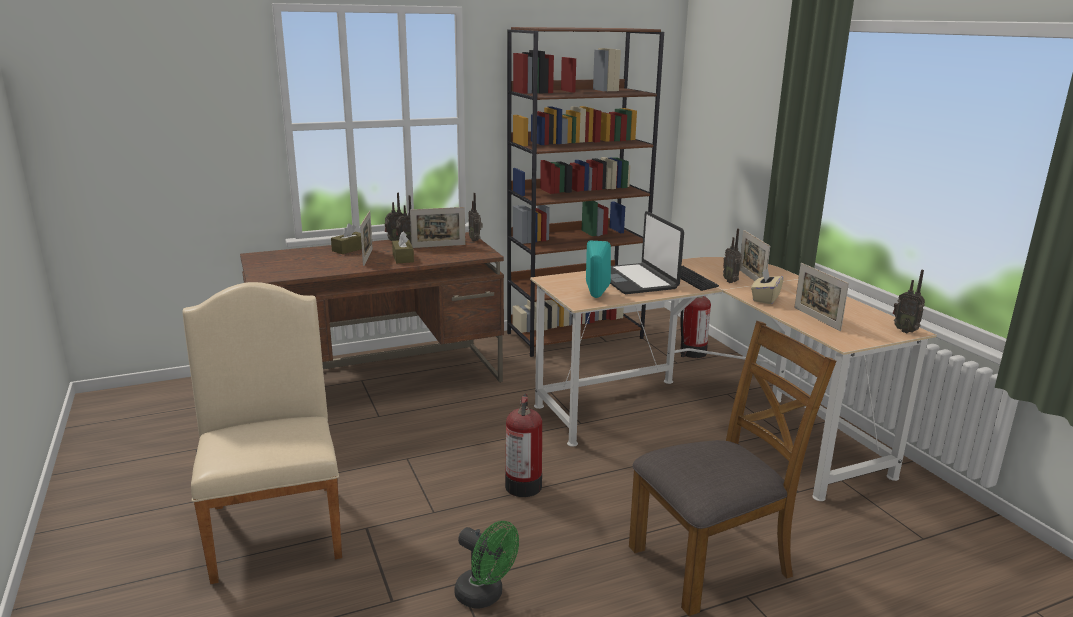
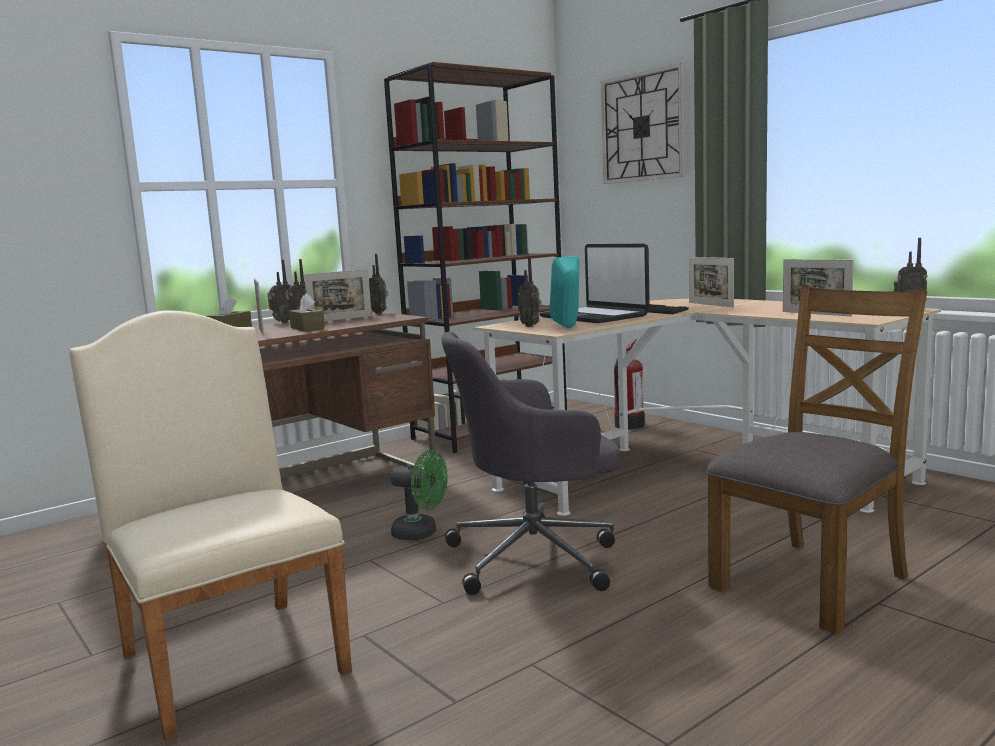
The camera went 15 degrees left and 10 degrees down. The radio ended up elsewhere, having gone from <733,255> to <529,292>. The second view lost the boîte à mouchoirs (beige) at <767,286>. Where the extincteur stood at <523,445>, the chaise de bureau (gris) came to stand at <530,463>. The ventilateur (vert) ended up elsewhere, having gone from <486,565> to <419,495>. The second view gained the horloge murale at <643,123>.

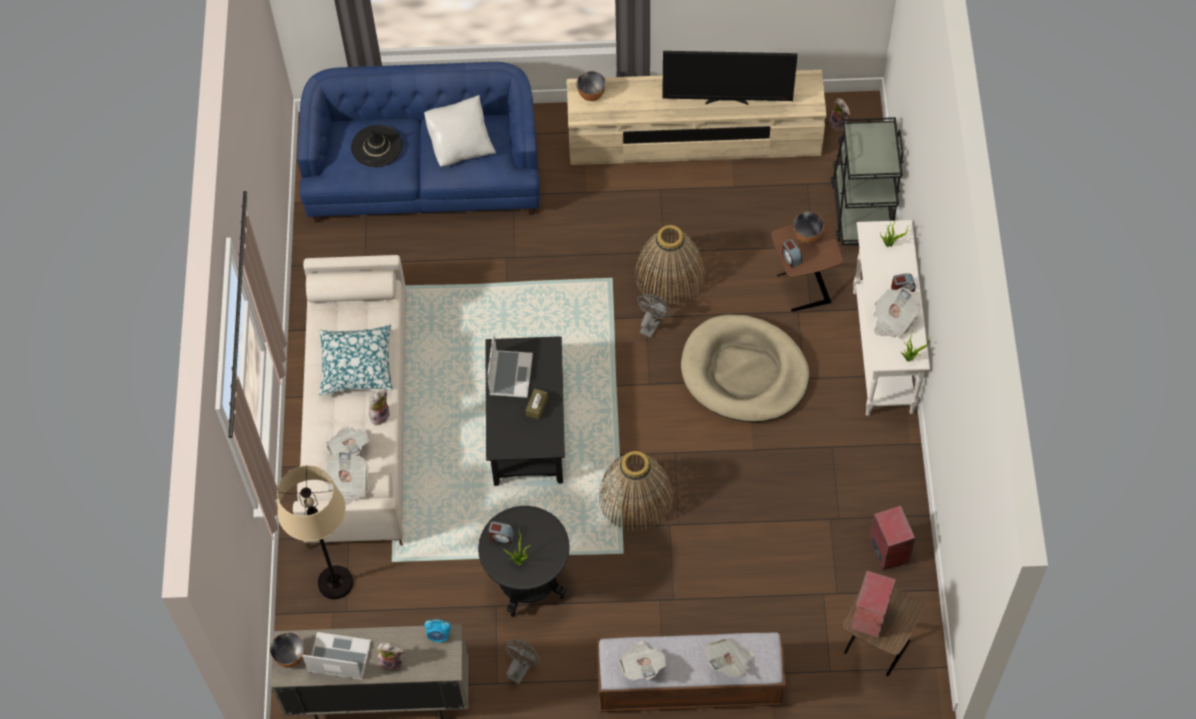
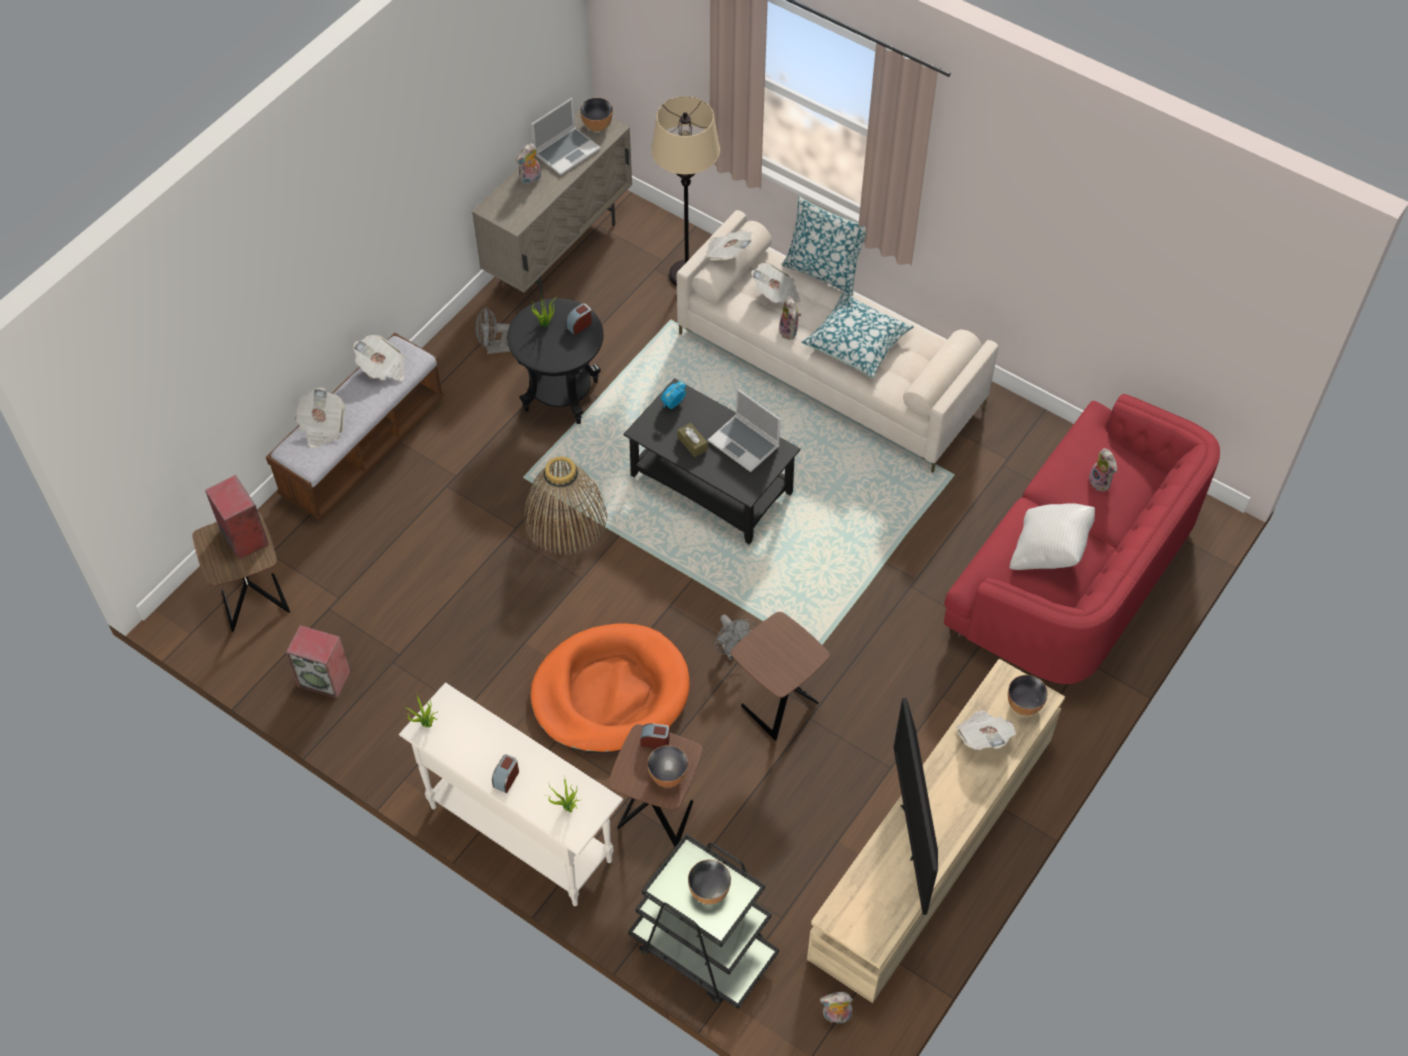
The camera went 125 degrees right and 5 degrees down. The téléviseur at <729,78> ended up facing another way, 45 degrees counterclockwise from before. What was the canapé (bleu) at <418,142> turned into the canapé (rouge) at <1082,539>. Where the chapeau (noir) stood at <377,146>, the peluche came to stand at <1103,469>. Where the panier stood at <670,265>, the table d'appoint (marron) came to stand at <780,676>. The journal ended up elsewhere, having gone from <896,313> to <986,730>. What was the panier pour chien (beige) at <745,368> turned into the panier pour chien (orange) at <610,689>. The réveil ended up elsewhere, having gone from <437,631> to <673,395>. The ventilateur (gris) at <522,662> ended up facing another way, 105 degrees clockwise from before. The second view gained the coussin at <823,246>. The second view gained the bol at <709,882>.

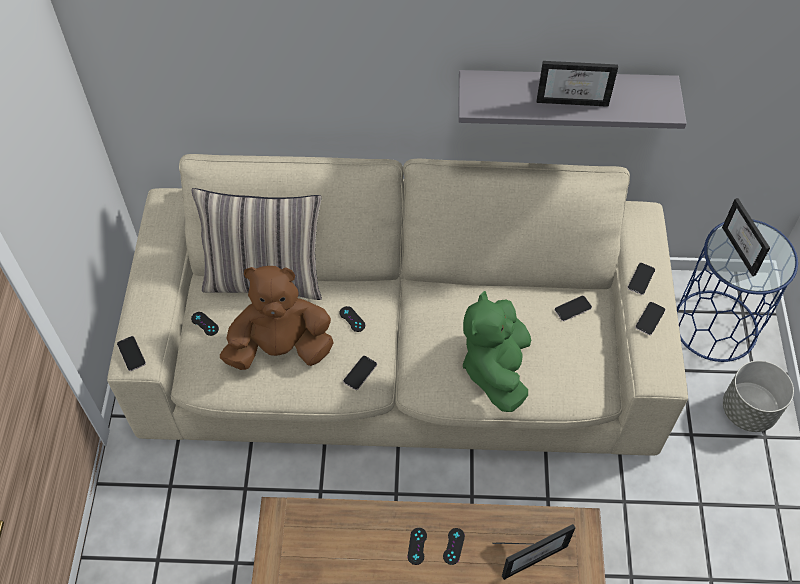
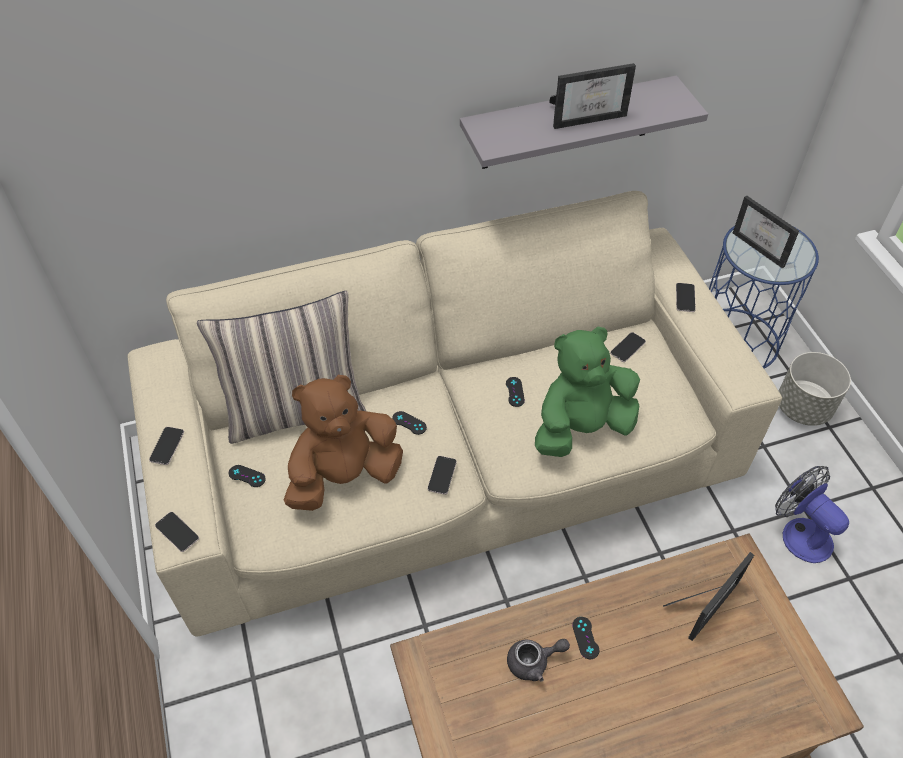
The camera went 20 degrees left and 5 degrees down. The peluche (vert) at <497,351> ended up facing another way, 75 degrees clockwise from before. The téléphone ended up elsewhere, having gone from <650,318> to <166,446>. The manette (noir) ended up elsewhere, having gone from <454,546> to <515,392>. The second view gained the ventilateur at <812,514>. The second view gained the théière (gris) at <538,660>.

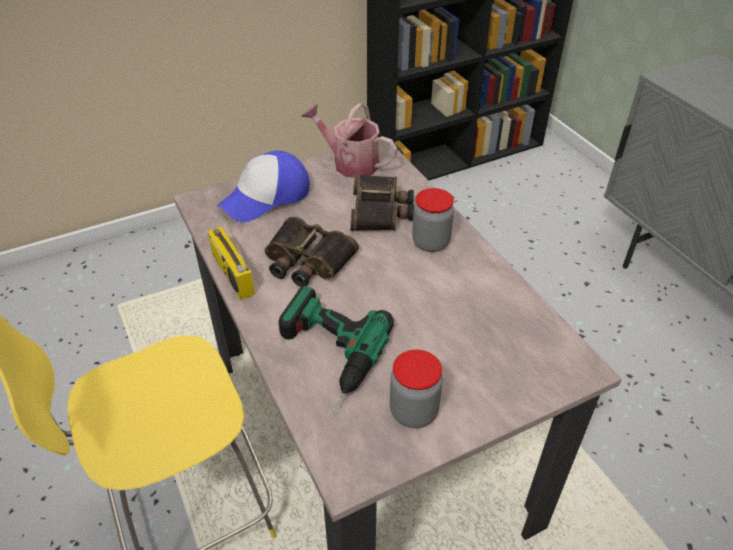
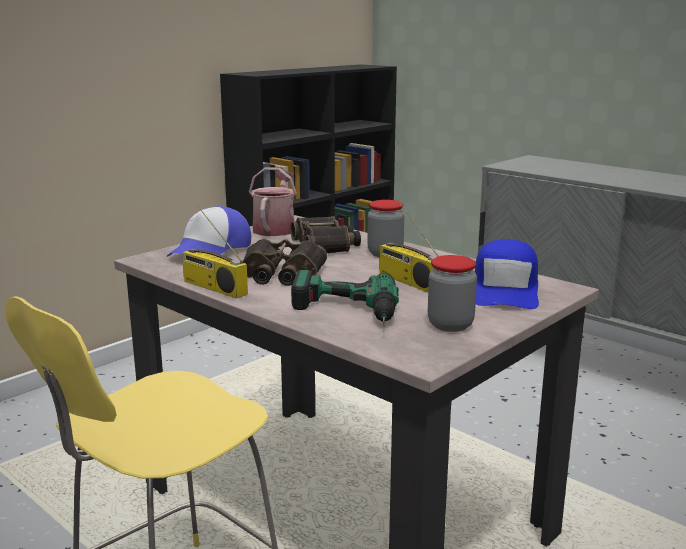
The camera went 20 degrees left and 25 degrees down. The arrosoir at <349,140> ended up facing another way, 90 degrees clockwise from before. The second view gained the radio at <408,246>. The second view gained the casquette (bleu) at <507,274>.

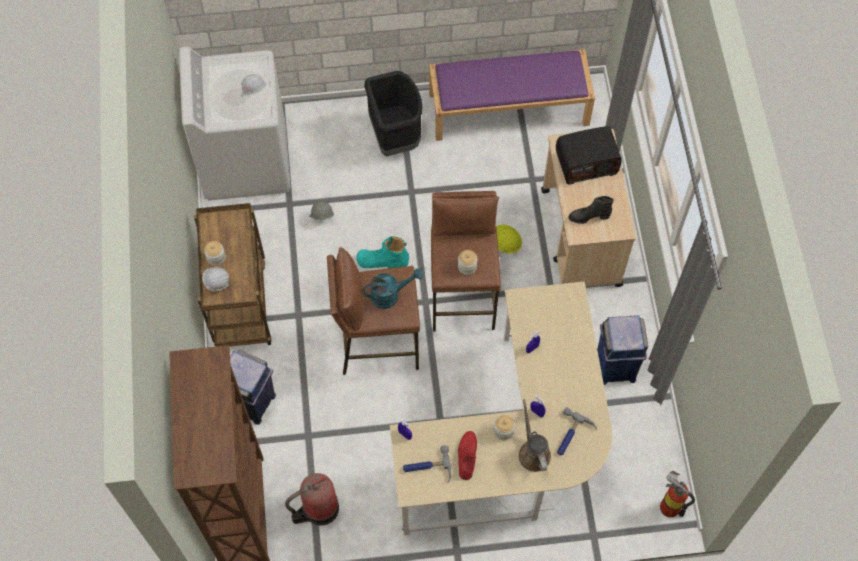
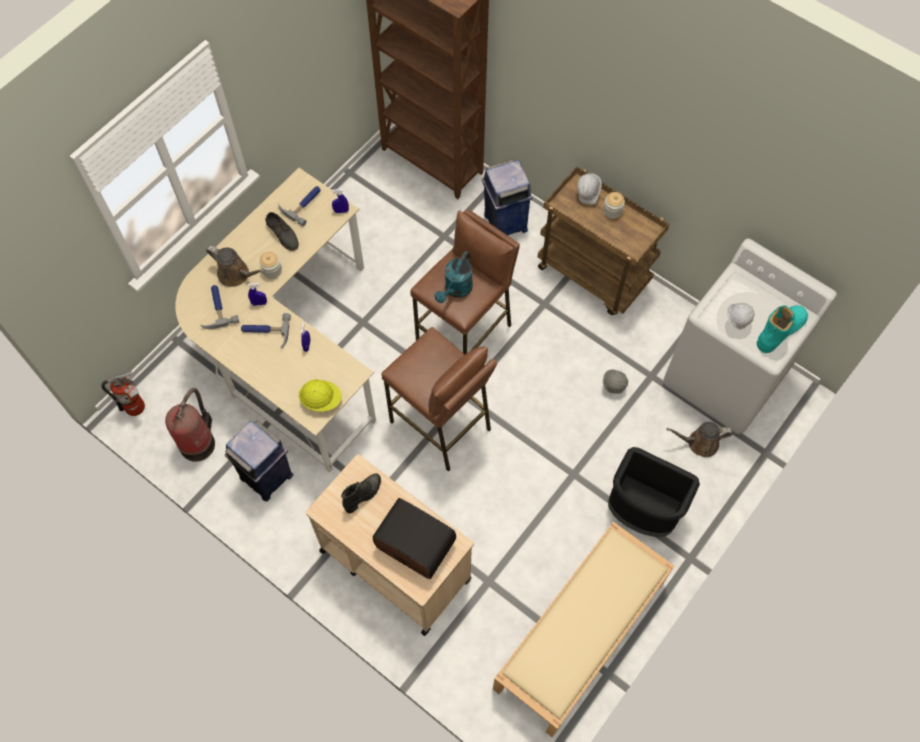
The camera went 135 degrees right and 0 degrees up. What was the banc (violet) at <512,95> turned into the banc (beige) at <583,629>. The radio at <589,155> ended up facing another way, 90 degrees clockwise from before. The casque de chantier (jaune) ended up elsewhere, having gone from <509,239> to <320,395>. The botte (turquoise) ended up elsewhere, having gone from <382,252> to <782,329>. The second view lost the bocal at <468,262>. What was the chaussure (rouge) at <467,455> turned into the chaussure (gris) at <282,231>. The extincteur ended up elsewhere, having gone from <312,499> to <190,425>. The second view gained the marteau at <266,331>. The second view gained the arrosoir (marron) at <700,439>.

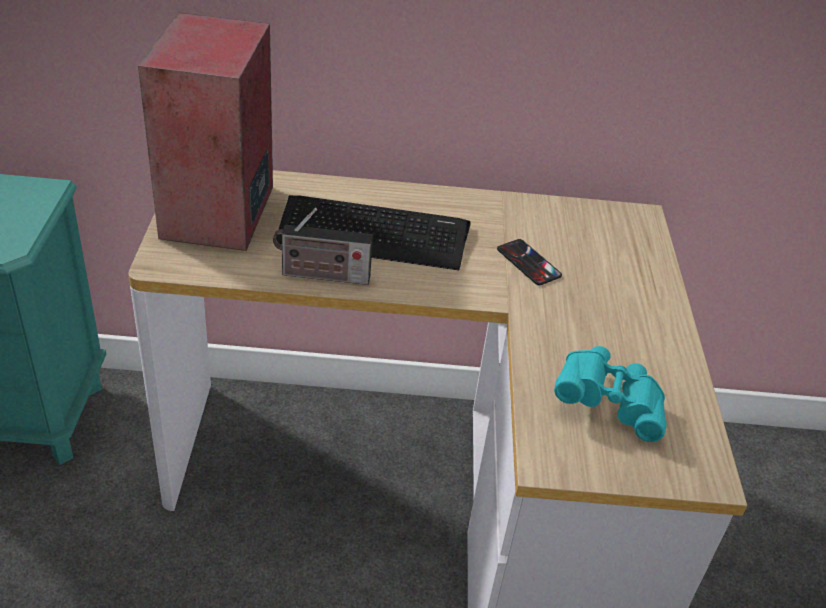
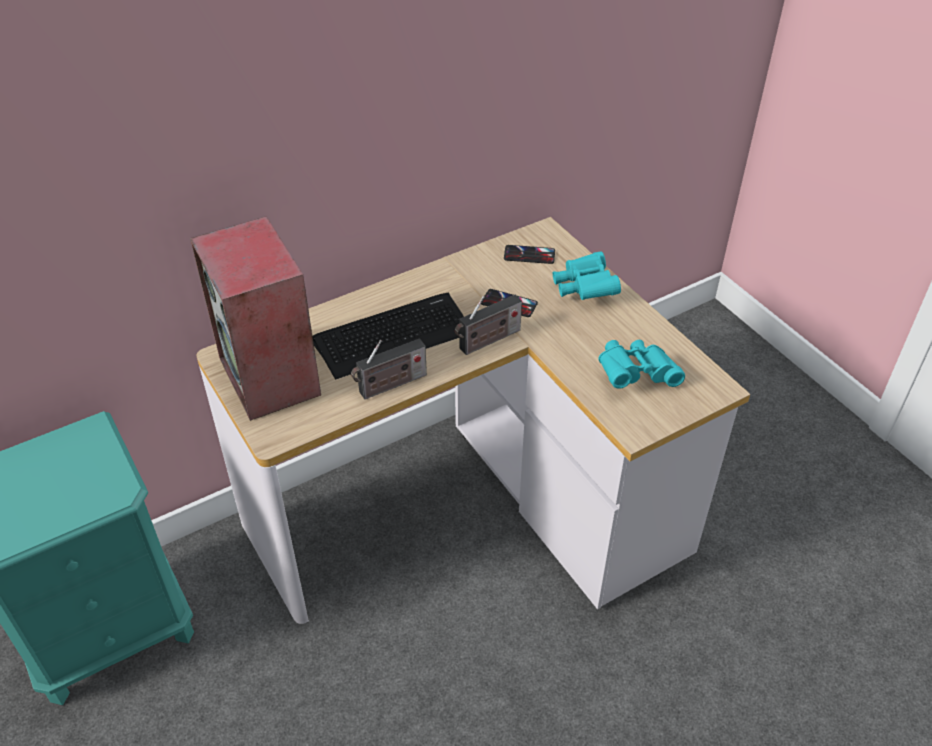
The camera went 30 degrees left and 5 degrees up. The second view gained the téléphone at <529,254>. The second view gained the jumelles (turquoise) at <587,275>. The second view gained the radio at <488,325>.

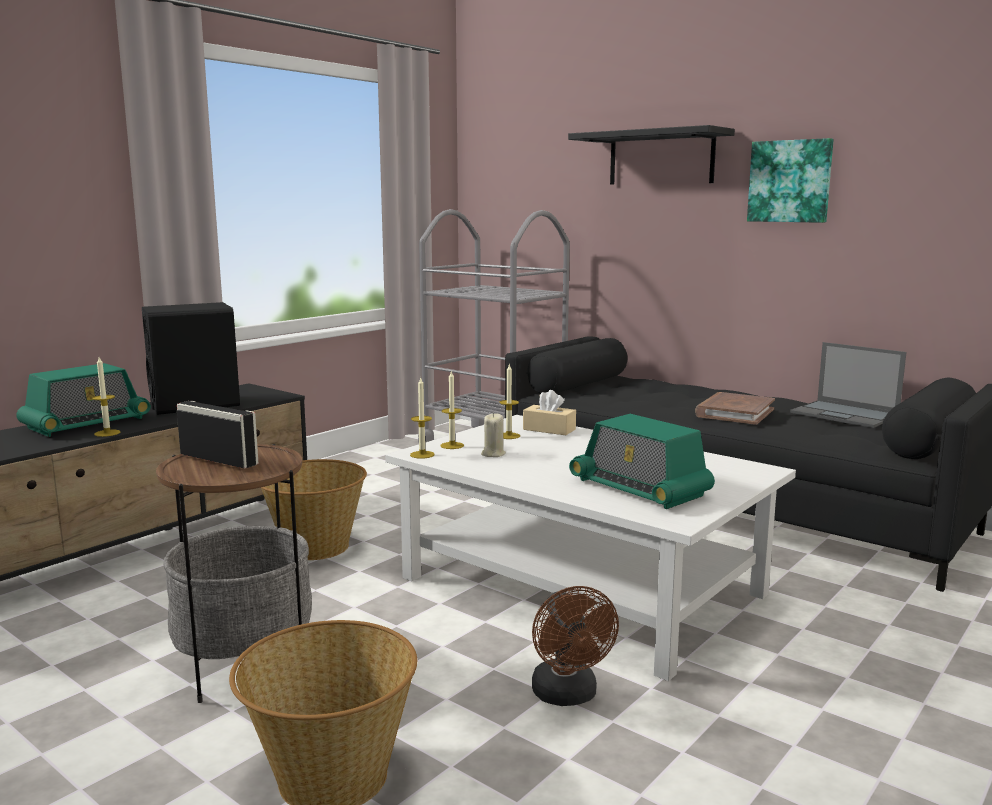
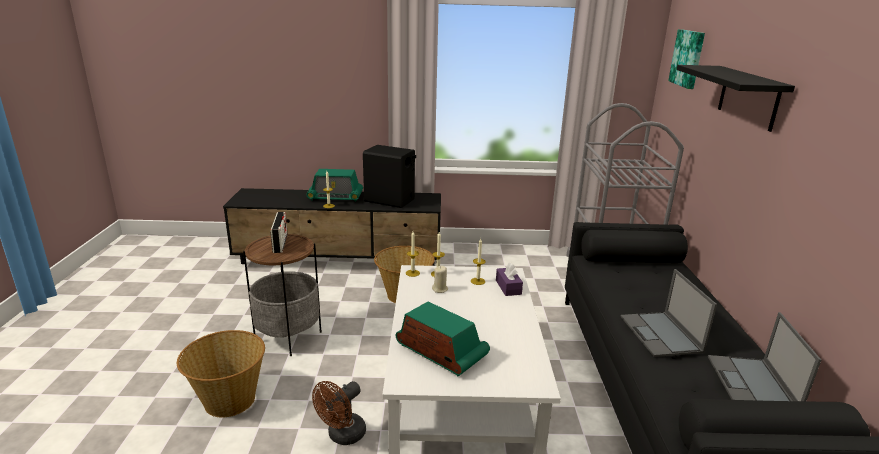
The camera went 50 degrees right and 10 degrees up. The tableau ended up elsewhere, having gone from <790,180> to <686,59>. What was the boîte à mouchoirs (beige) at <549,412> turned into the boîte à mouchoirs (violet) at <509,279>. Where the livre (marron) stood at <735,408>, the ordinateur portable came to stand at <669,313>. The radio at <642,461> ended up facing another way, 120 degrees clockwise from before.

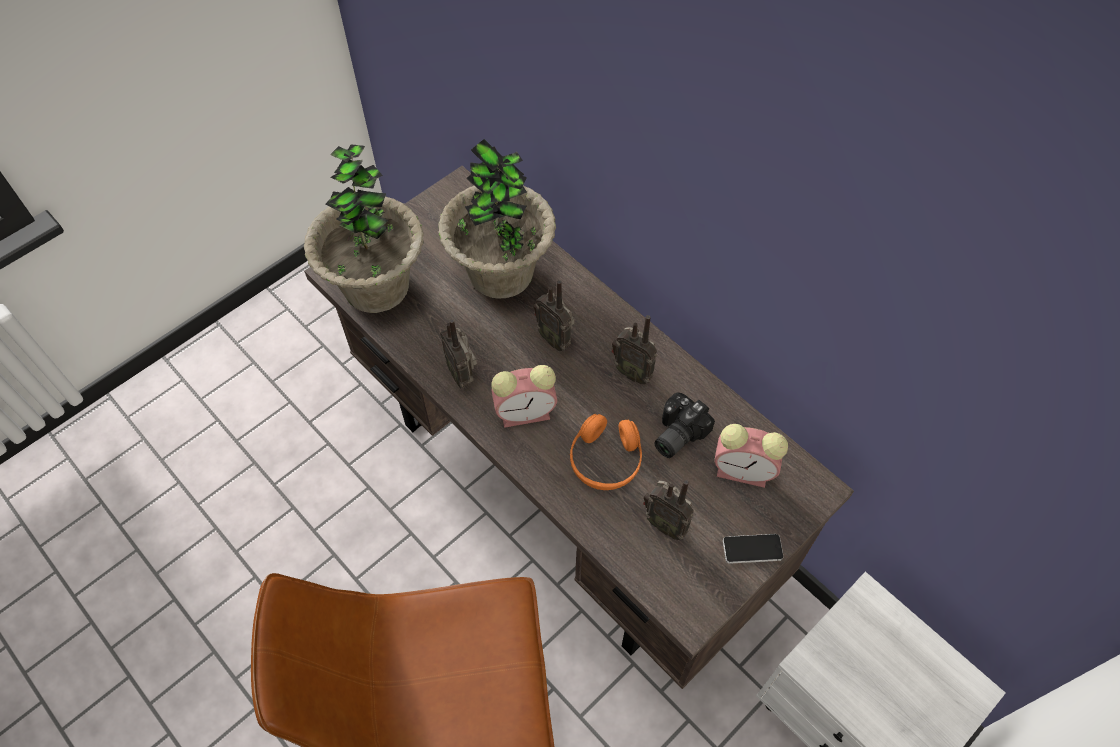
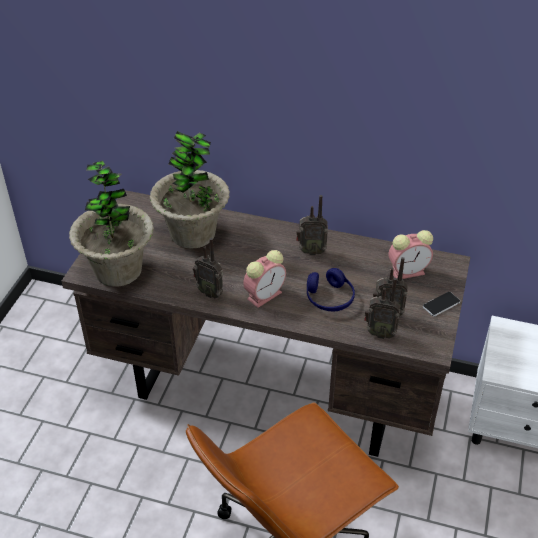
The camera went 30 degrees left and 15 degrees down. The radio ended up elsewhere, having gone from <554,315> to <382,308>. The second view lost the appareil photo at <684,425>. What was the casque audio (orange) at <606,452> turned into the casque audio (bleu) at <331,289>.

